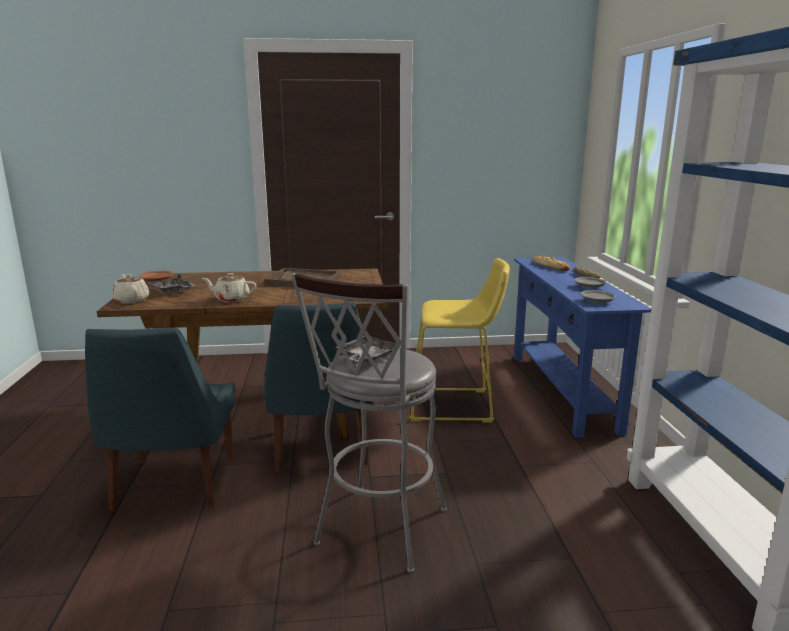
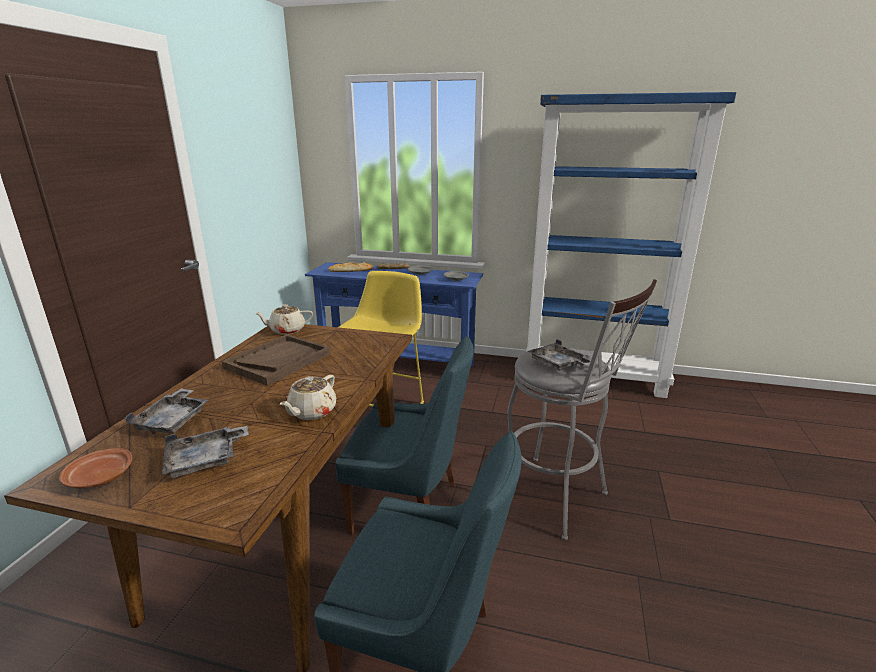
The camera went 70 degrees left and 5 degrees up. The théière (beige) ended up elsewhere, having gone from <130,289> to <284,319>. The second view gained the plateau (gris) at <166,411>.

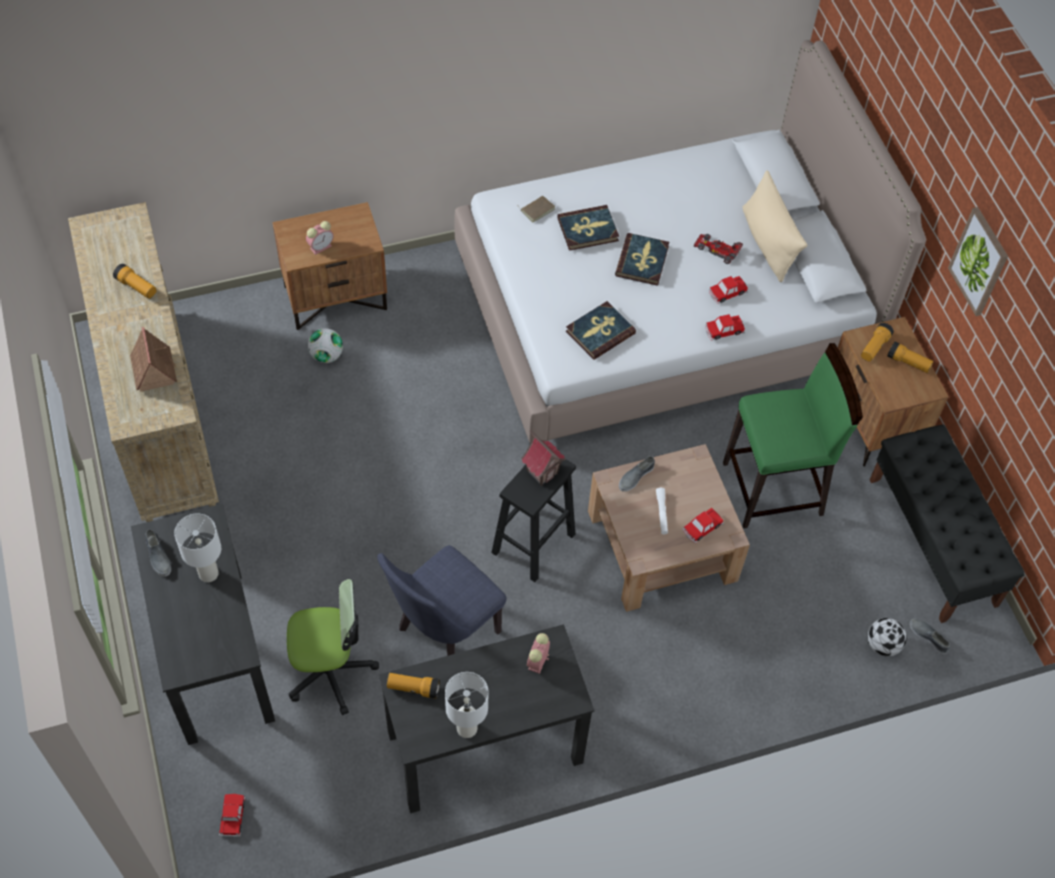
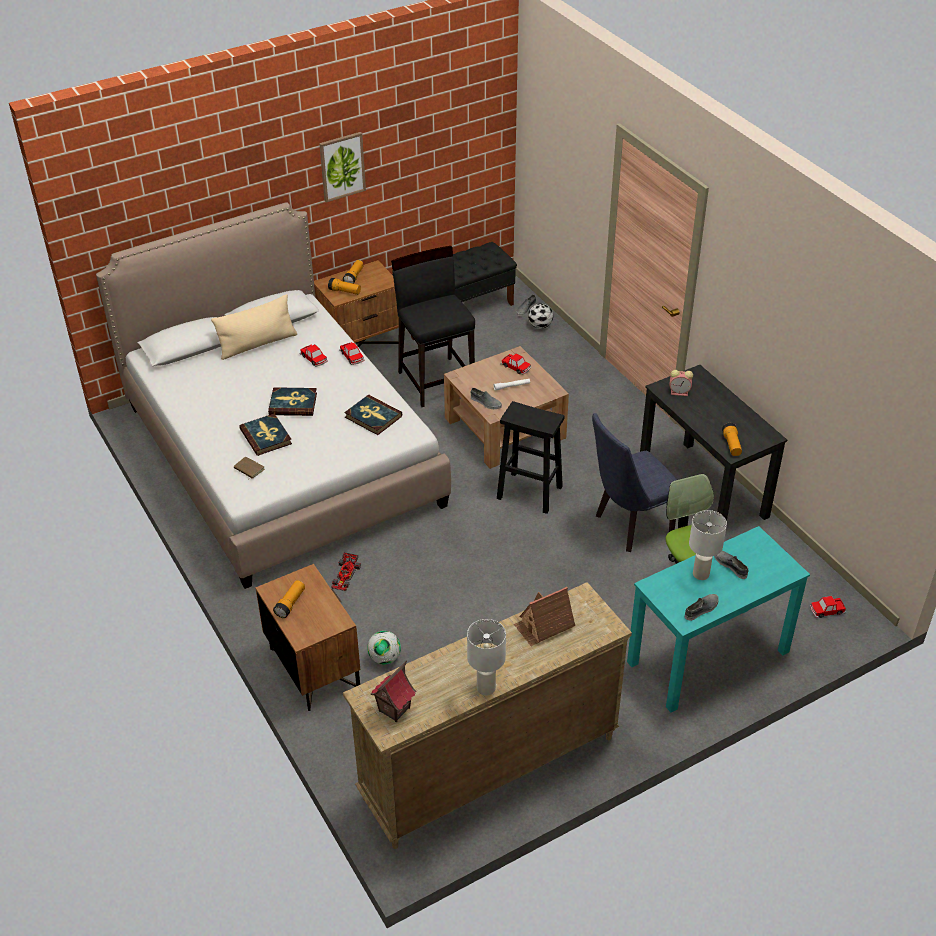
The camera went 100 degrees left and 15 degrees down. The second view lost the réveil at <319,238>. The petite voiture ended up elsewhere, having gone from <718,249> to <346,571>. The lampe de poche ended up elsewhere, having gone from <134,281> to <289,599>. What was the tabouret (vert) at <793,436> turned into the tabouret (noir) at <433,326>. The maison miniature ended up elsewhere, having gone from <543,458> to <393,691>. What was the bureau (noir) at <203,624> turned into the bureau (turquoise) at <718,619>. The chaise (bleu) at <442,600> ended up facing another way, 120 degrees clockwise from before. The lampe de table (blanc) ended up elsewhere, having gone from <467,705> to <486,657>. The second view gained the chaussure (gris) at <731,565>.

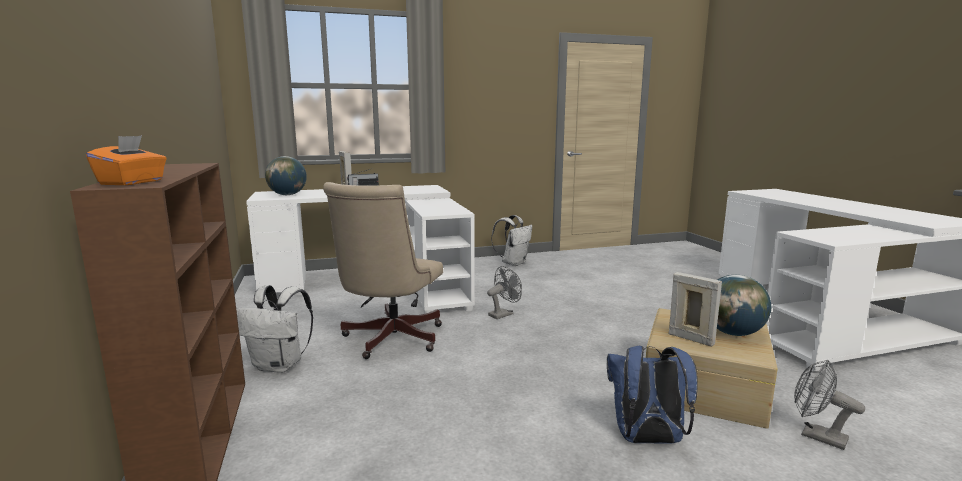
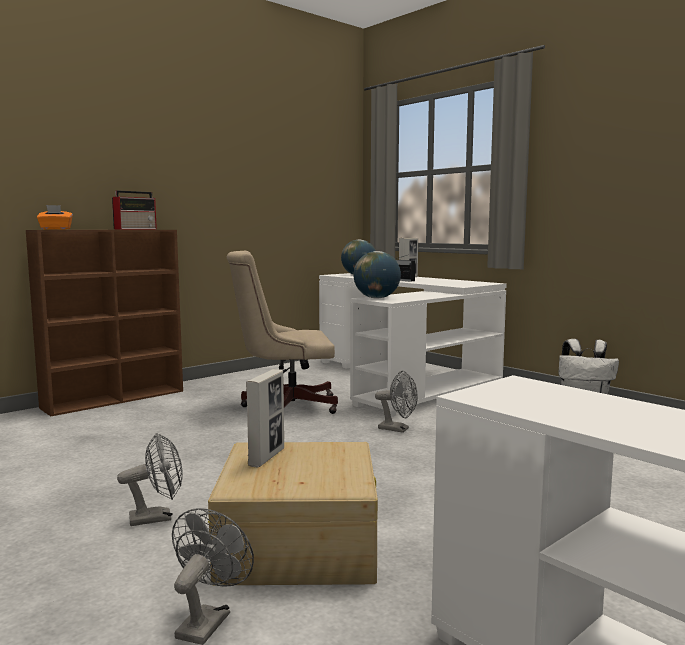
The camera went 65 degrees right and 5 degrees down. The globe ended up elsewhere, having gone from <744,305> to <377,275>. The second view lost the sac à dos (blanc) at <274,329>. Where the sac à dos (bleu) stood at <652,395>, the ventilateur (gris) came to stand at <150,479>. The second view gained the radio at <134,209>.

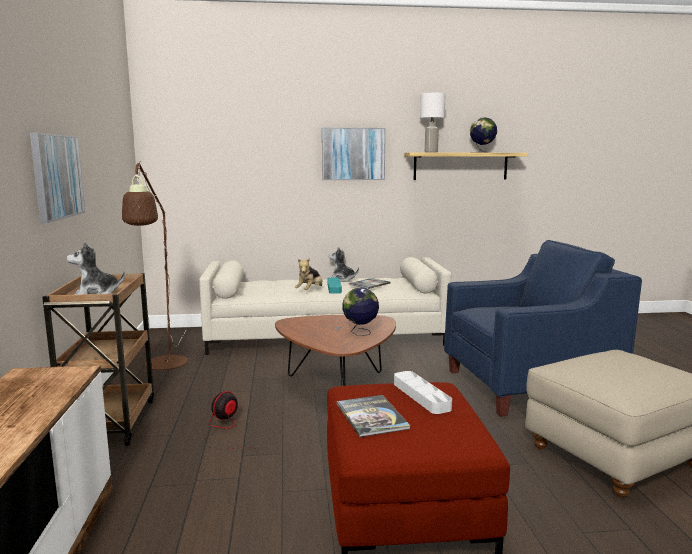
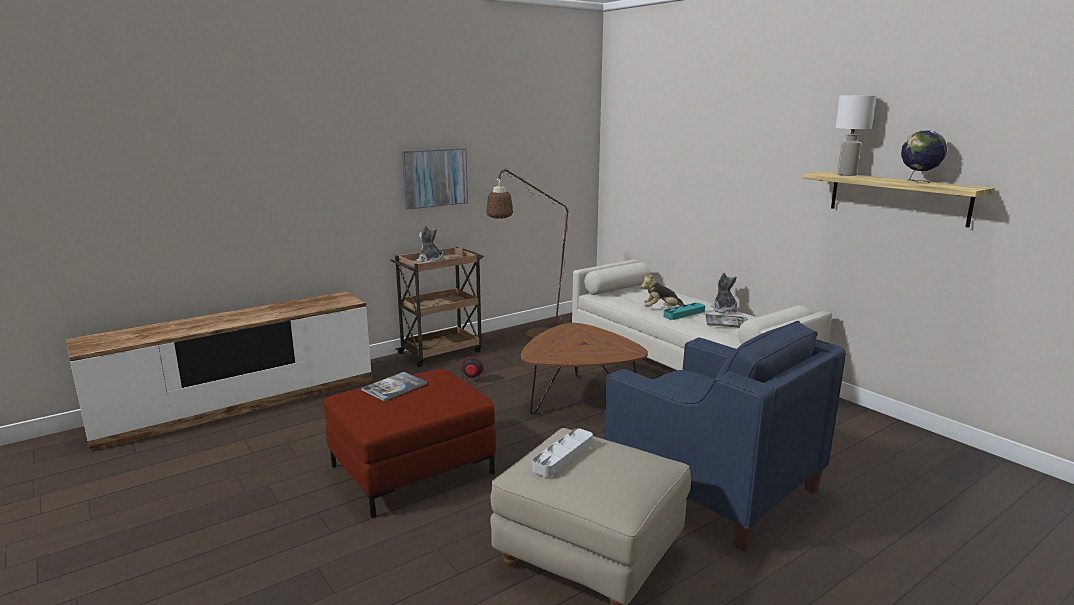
The camera went 60 degrees right and 5 degrees up. The second view lost the tableau at <354,154>. The second view lost the globe at <360,312>. The plateau (gris) ended up elsewhere, having gone from <423,392> to <562,452>.

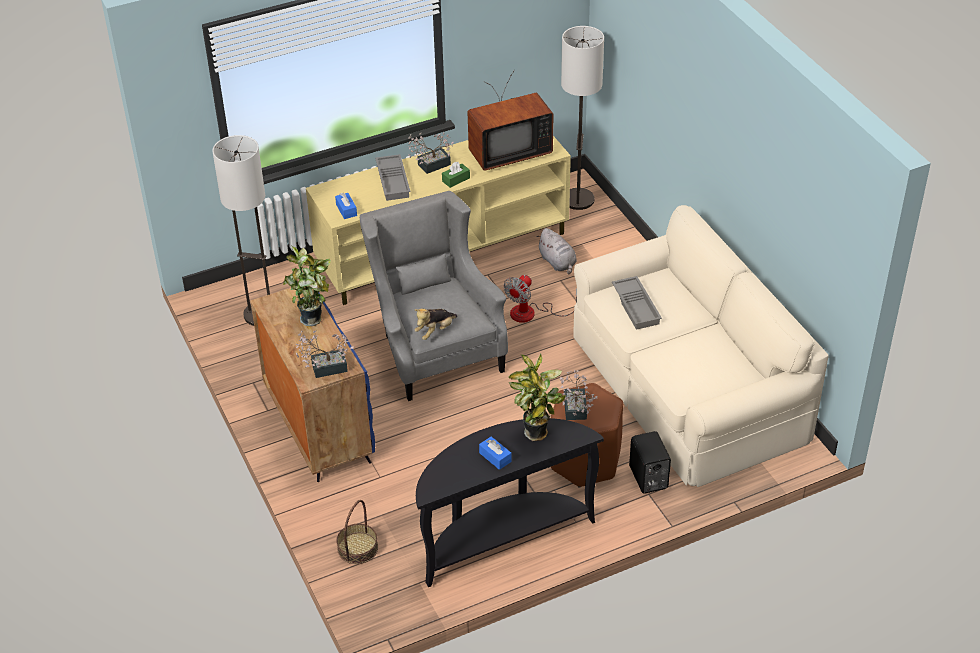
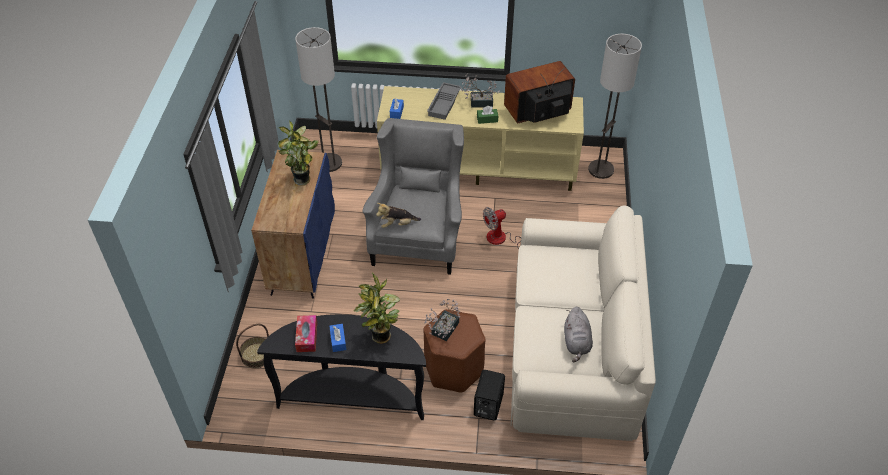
The camera went 30 degrees right and 5 degrees up. The téléviseur at <510,121> ended up facing another way, 150 degrees clockwise from before. The peluche (gris) ended up elsewhere, having gone from <556,251> to <578,334>. The second view lost the plateau (gris) at <637,303>. The second view lost the plante en pot at <325,354>. The second view gained the boîte à mouchoirs at <306,333>.

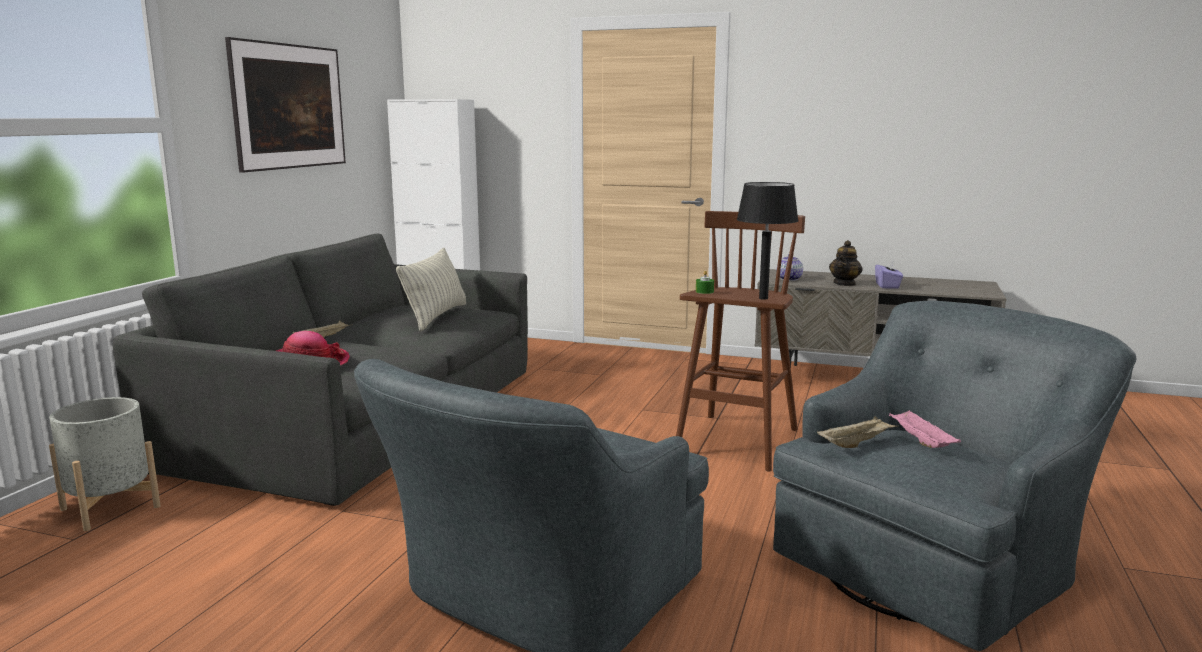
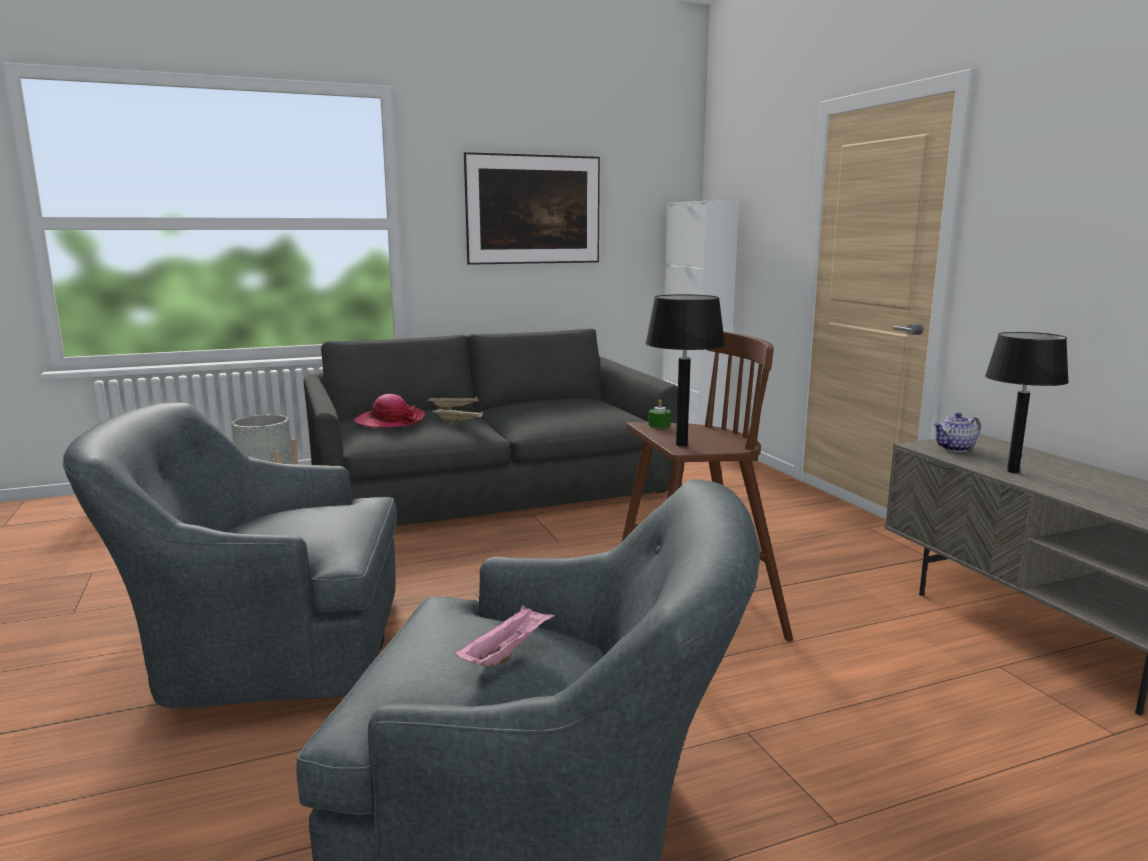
The camera went 50 degrees right and 0 degrees up. Where the théière stood at <846,263>, the lampe de table (noir) came to stand at <1027,402>. The second view lost the coussin at <431,289>. The second view lost the boîte à mouchoirs (violet) at <889,274>. The plateau (beige) ended up elsewhere, having gone from <858,432> to <458,415>.

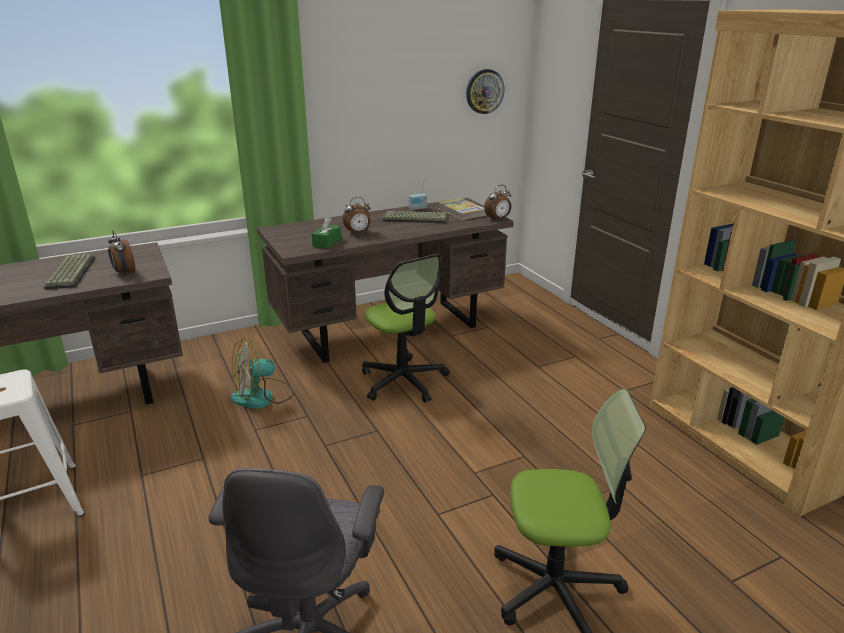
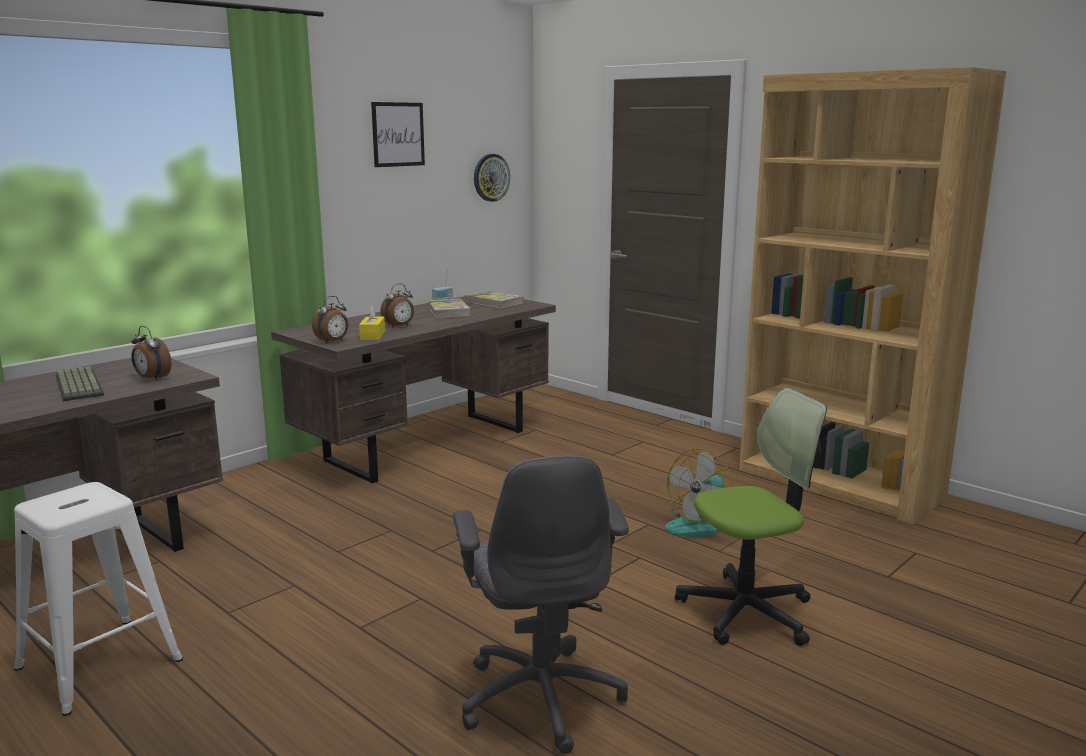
The camera went 20 degrees left and 10 degrees down. The réveil ended up elsewhere, having gone from <498,202> to <330,319>. Where the clavier stood at <414,217>, the livre came to stand at <449,308>. What was the boîte à mouchoirs (vert) at <326,233> turned into the boîte à mouchoirs (jaune) at <372,322>. The second view lost the chaise de bureau at <405,328>. The ventilateur ended up elsewhere, having gone from <262,373> to <699,492>. The second view gained the tableau at <398,134>.

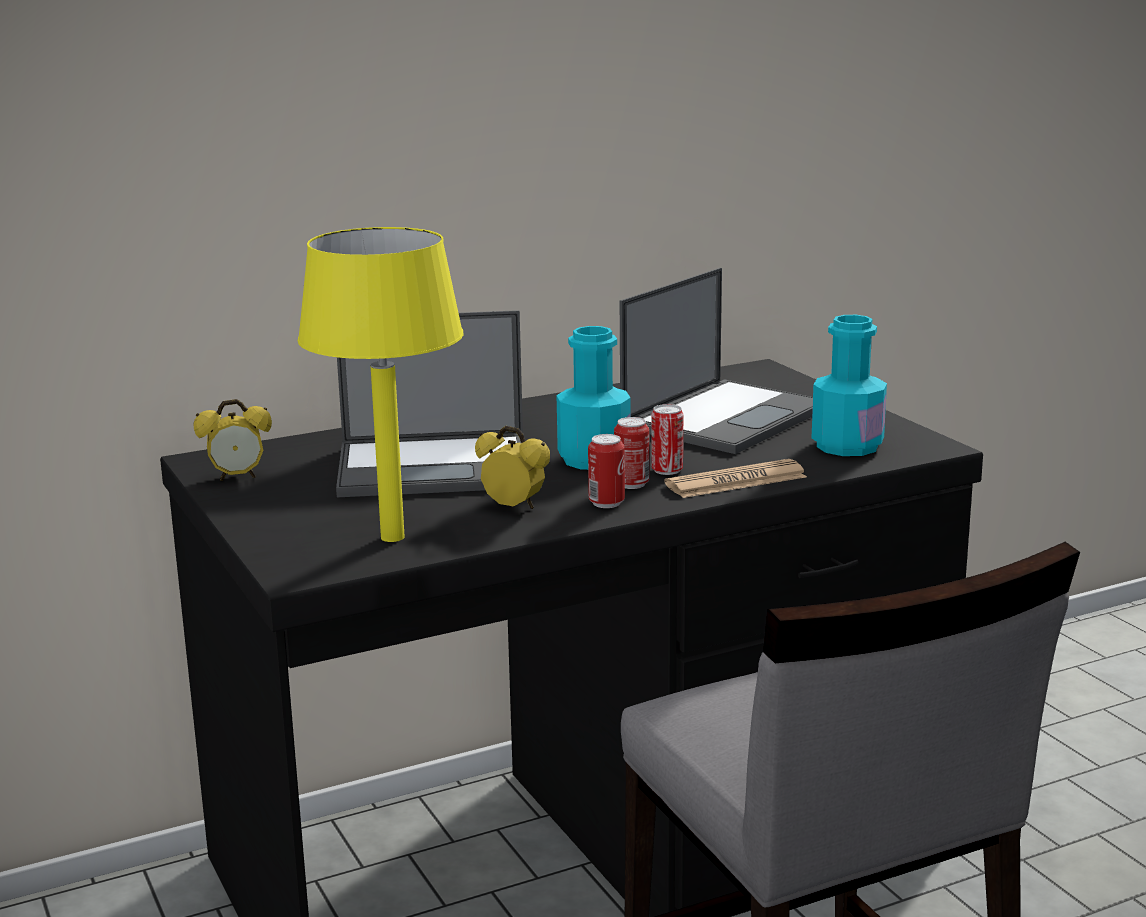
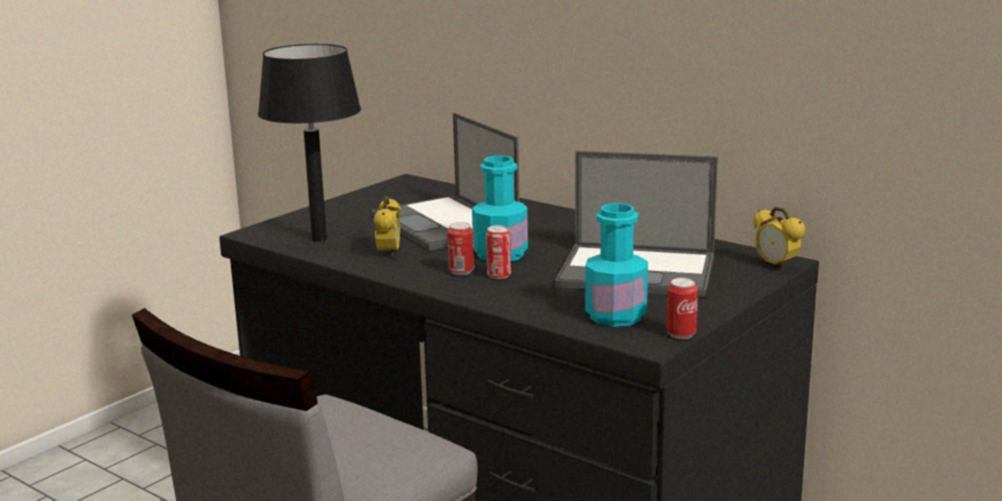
The camera went 65 degrees right and 0 degrees up. What was the lampe de table (jaune) at <380,384> turned into the lampe de table (noir) at <309,143>. The réveil ended up elsewhere, having gone from <233,440> to <779,239>. The boîte métallique ended up elsewhere, having gone from <606,471> to <682,308>. The second view lost the journal at <736,478>.

